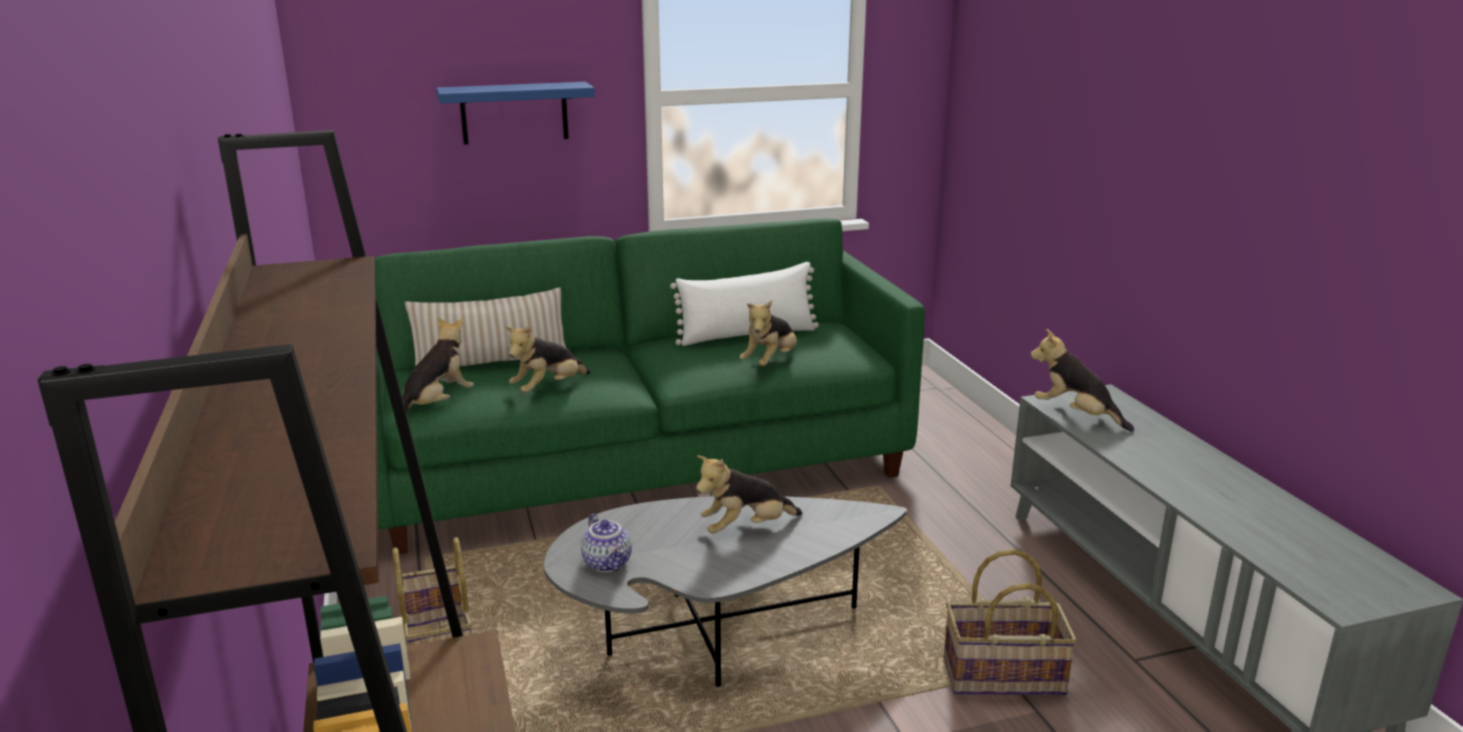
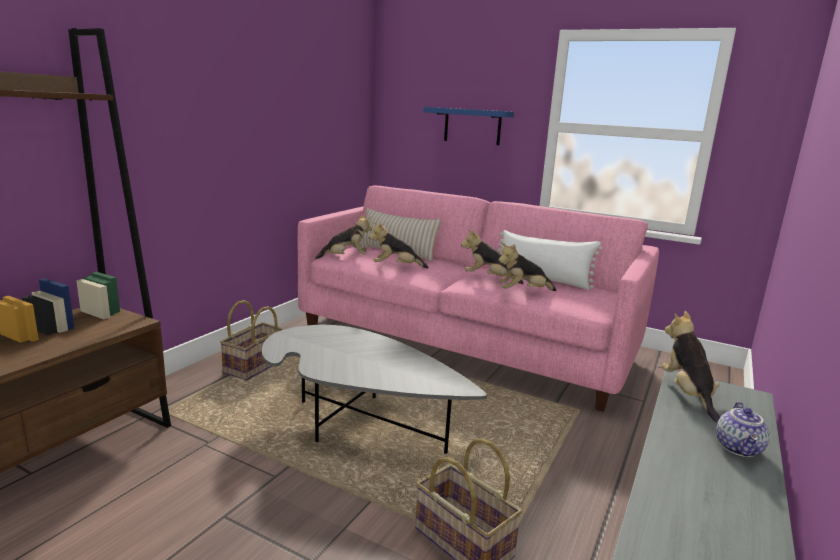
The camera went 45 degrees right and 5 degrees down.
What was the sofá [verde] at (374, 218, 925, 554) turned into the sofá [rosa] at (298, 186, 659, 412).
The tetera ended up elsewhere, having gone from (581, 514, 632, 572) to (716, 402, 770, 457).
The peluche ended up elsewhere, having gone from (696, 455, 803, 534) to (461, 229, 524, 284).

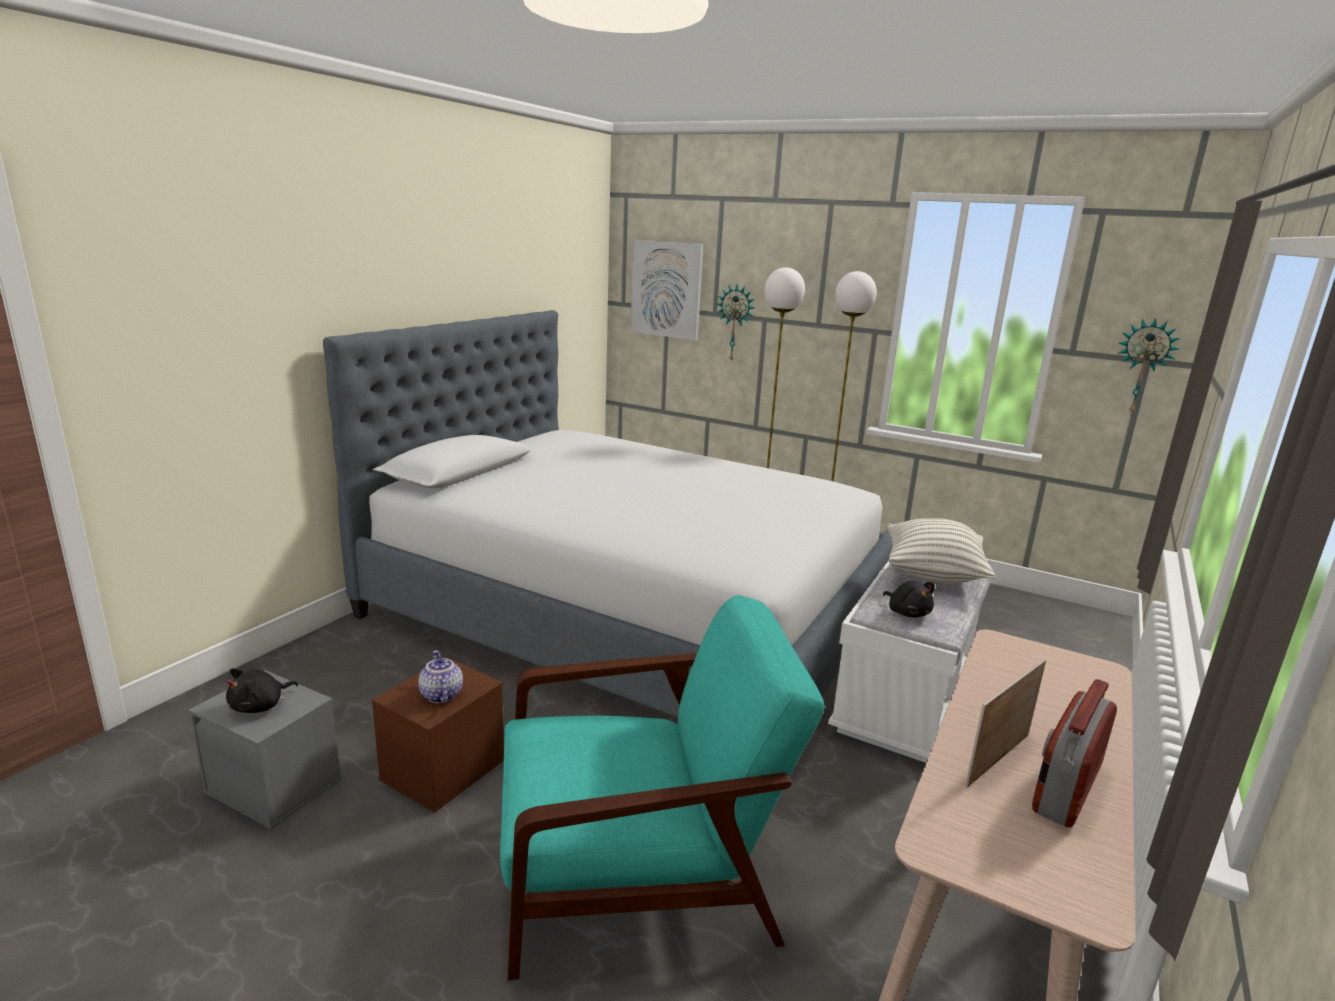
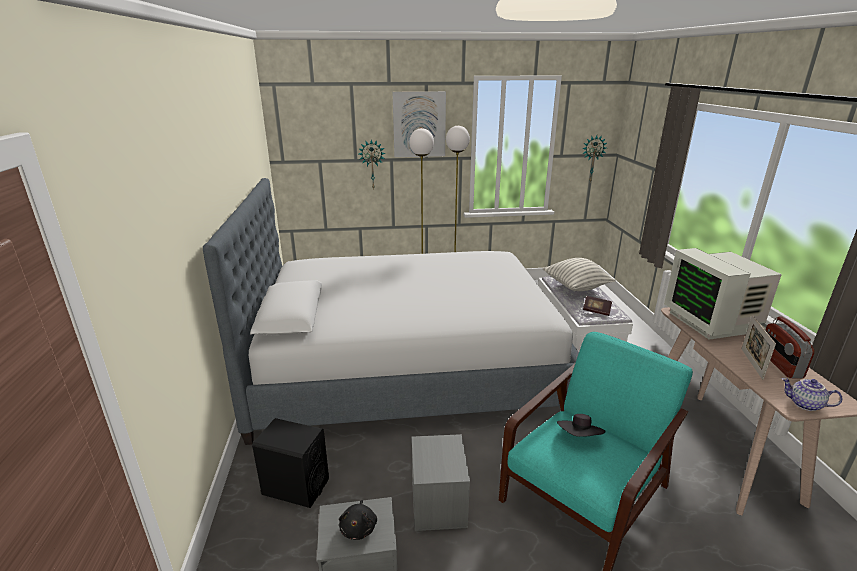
The camera went 35 degrees left and 5 degrees up.
What was the caja de almacenaje [marrón] at (371, 658, 504, 813) turned into the caja de almacenaje [gris] at (412, 434, 470, 531).
The tetera ended up elsewhere, having gone from (418, 650, 463, 703) to (782, 378, 842, 411).
The cuadro ended up elsewhere, having gone from (630, 240, 703, 340) to (393, 91, 446, 157).
Where the peluche [negro] stood at (883, 581, 935, 617), the libro came to stand at (583, 296, 612, 316).
The second view gained the altavoz [negro] at (252, 418, 329, 508).
The second view gained the sombrero [negro] at (557, 414, 605, 437).
The second view gained the monitor at (664, 248, 782, 340).

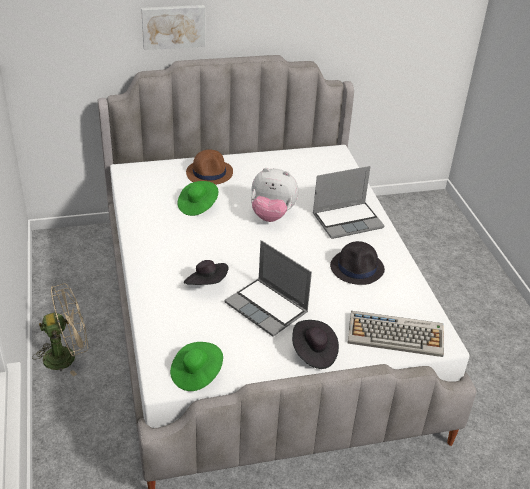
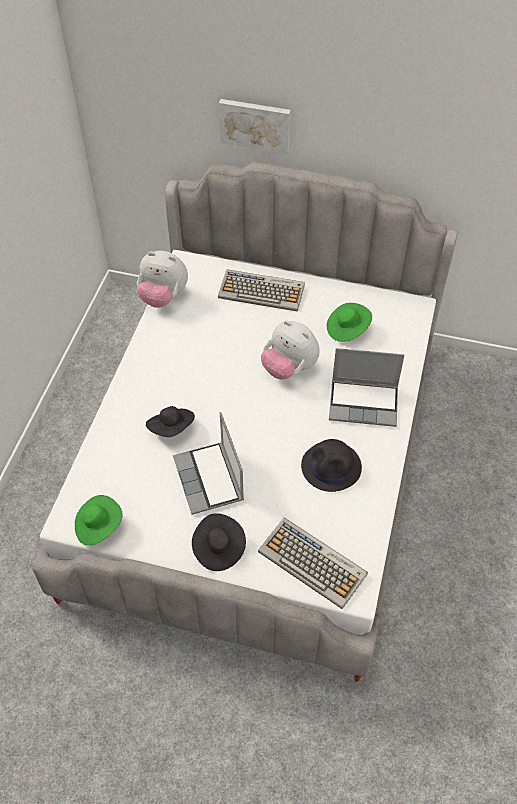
The camera went 30 degrees right and 15 degrees up.
The second view lost the ventilador [beis] at (32, 283, 88, 376).
The sombrero [verde] ended up elsewhere, having gone from (177, 181, 218, 216) to (327, 303, 372, 342).
Where the sombrero [marrón] stood at (186, 149, 233, 185), the teclado came to stand at (218, 269, 305, 312).
The second view gained the peluche at (137, 251, 188, 308).

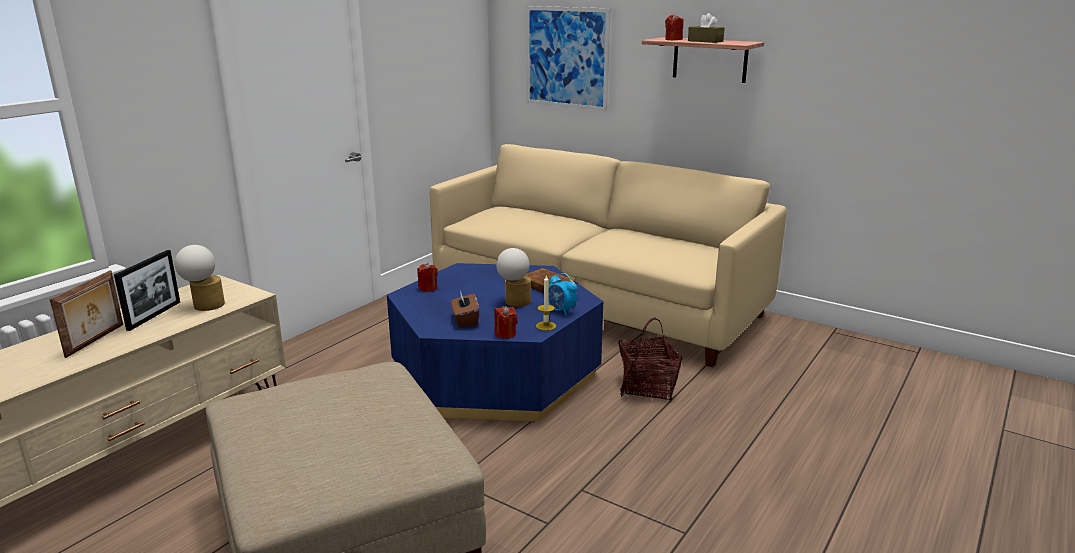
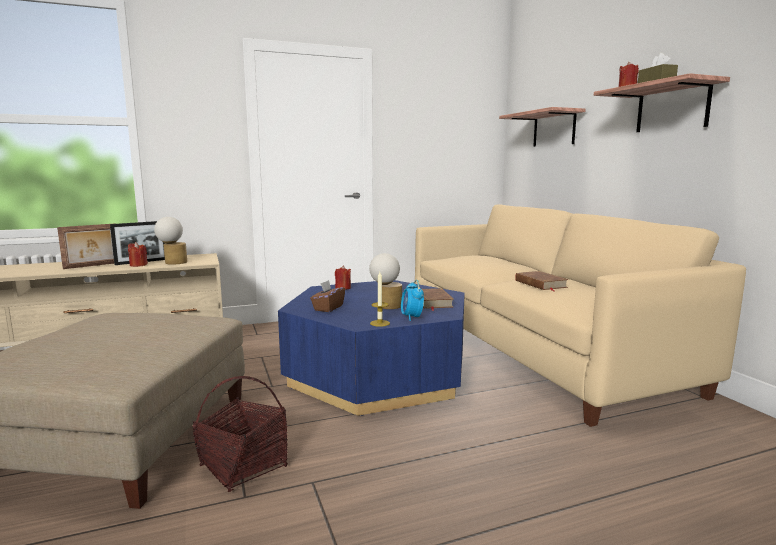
The camera went 35 degrees right and 10 degrees down.
The vela [rojo] ended up elsewhere, having gone from (494, 306, 518, 339) to (128, 242, 148, 267).
Where the cuadro hung at (526, 6, 611, 111), the estante came to hang at (499, 107, 586, 147).
The cesta ended up elsewhere, having gone from (618, 318, 682, 401) to (193, 376, 288, 492).
The second view gained the libro [marrón] at (515, 271, 569, 291).

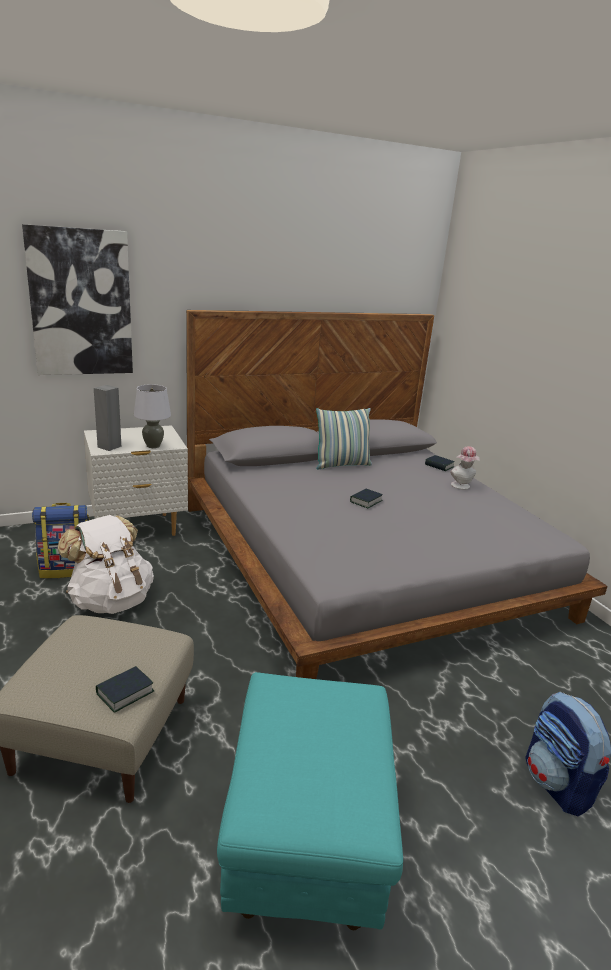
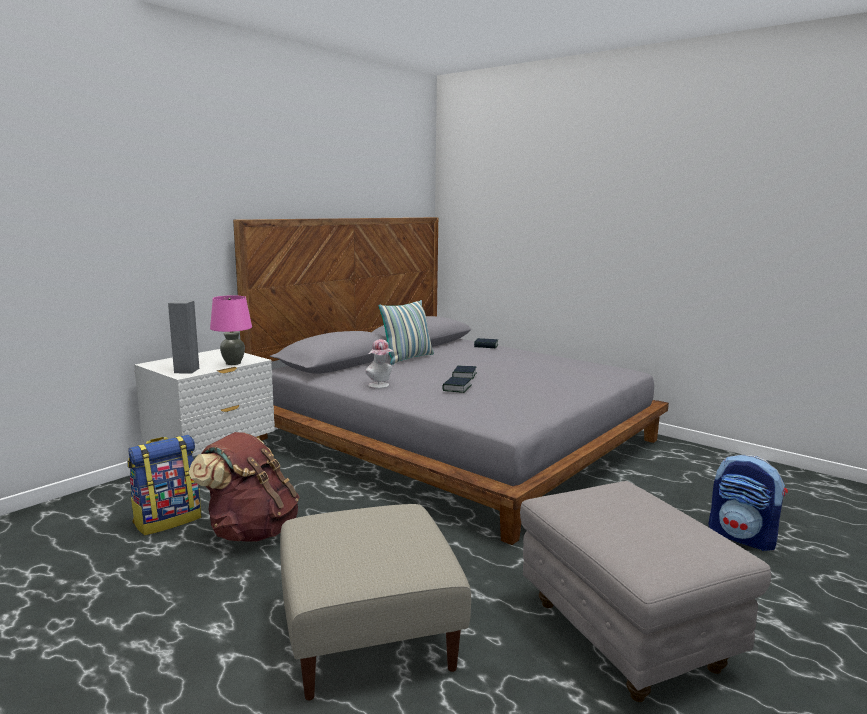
The camera went 25 degrees left and 10 degrees down.
The second view lost the cuadro at (22, 224, 133, 375).
What was the mochila [blanco] at (58, 515, 154, 614) turned into the mochila [marrón] at (189, 432, 300, 542).
The libro ended up elsewhere, having gone from (96, 666, 154, 713) to (442, 377, 471, 393).
What was the lámpara de mesa [gris] at (134, 384, 171, 448) turned into the lámpara de mesa [rosa] at (210, 295, 252, 365).
What was the puf [turquesa] at (217, 672, 403, 930) turned into the puf [gris] at (520, 481, 771, 702).
The sombrero ended up elsewhere, having gone from (450, 446, 480, 490) to (365, 339, 393, 388).

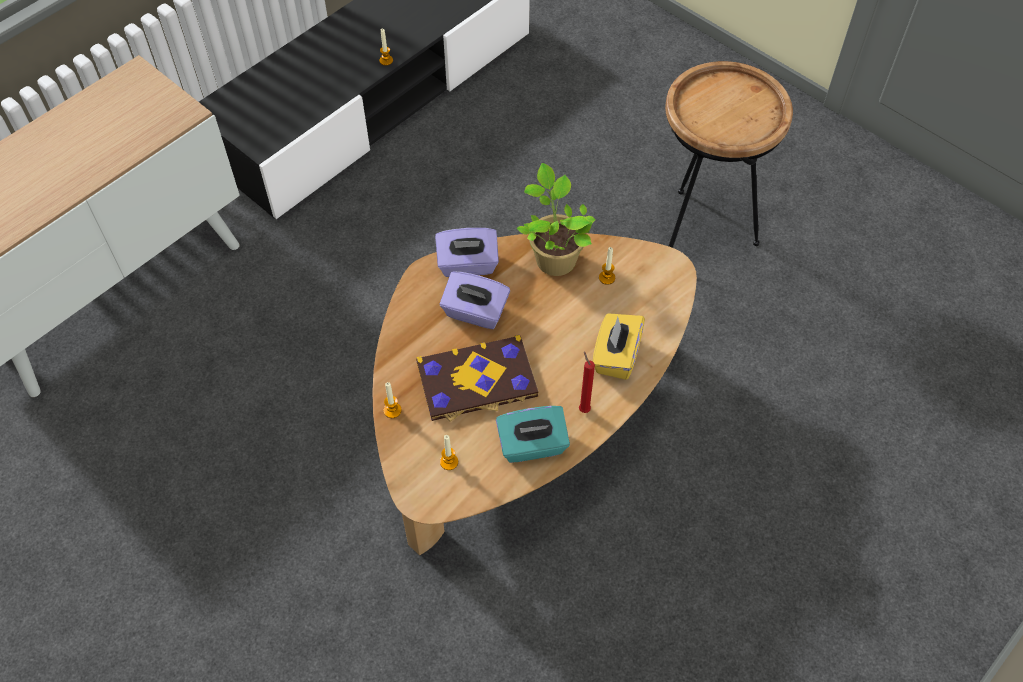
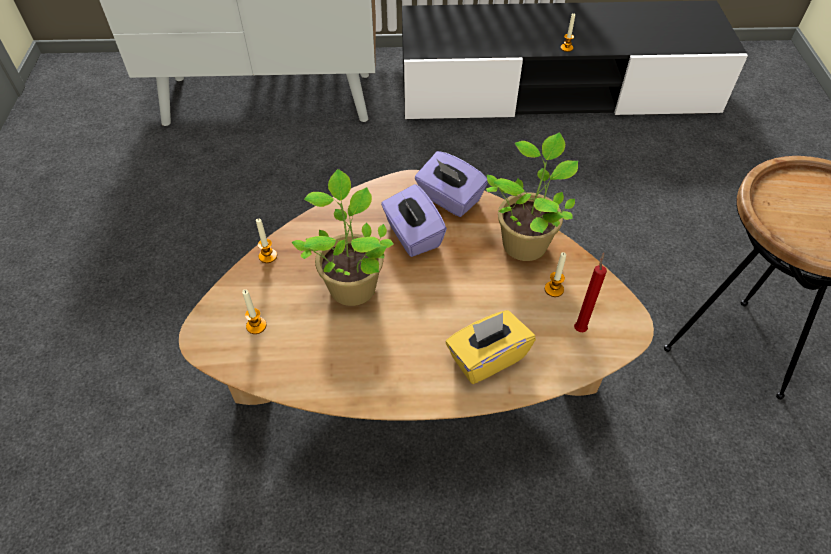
The camera went 45 degrees right and 5 degrees down.
Where the libro stood at (416, 335, 539, 422), the planta en maceta came to stand at (292, 169, 394, 306).
The second view lost the caja de pañuelos [turquesa] at (496, 406, 570, 463).
The vela [rojo] ended up elsewhere, having gone from (579, 352, 595, 413) to (574, 252, 607, 332).

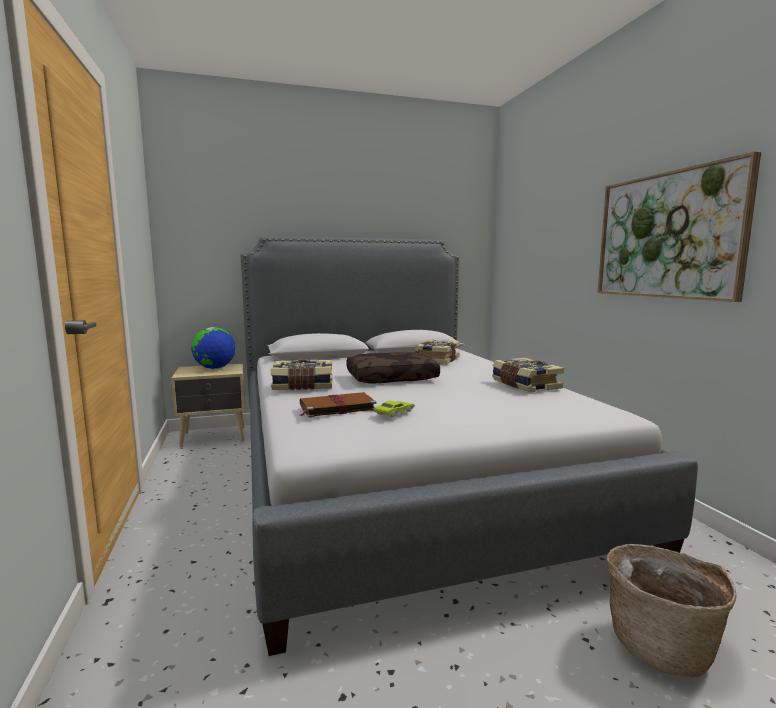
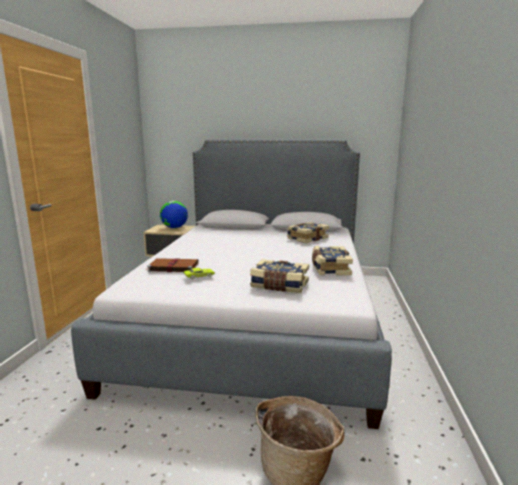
The camera went 25 degrees right and 5 degrees up.
The libro ended up elsewhere, having gone from (271, 359, 332, 390) to (250, 259, 309, 293).
The second view lost the cojín [marrón] at (346, 352, 440, 384).
The second view lost the cuadro at (598, 152, 761, 302).

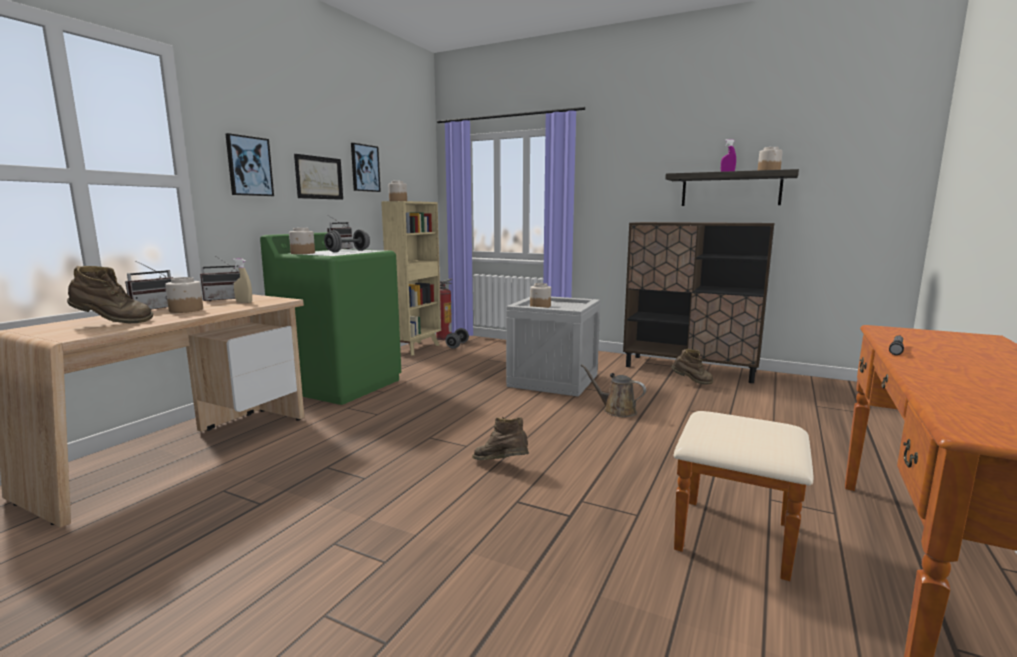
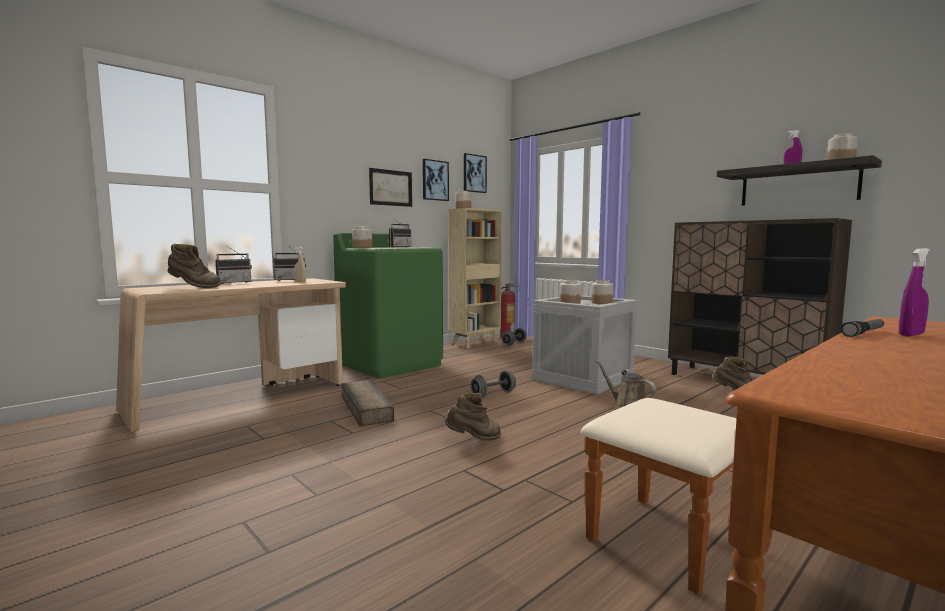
The camera went 20 degrees right and 5 degrees down.
The tarro ended up elsewhere, having gone from (165, 277, 203, 313) to (591, 280, 613, 304).
The cuadro ended up elsewhere, having gone from (225, 133, 274, 196) to (464, 153, 487, 193).
The mancuerna [gris] ended up elsewhere, having gone from (324, 229, 370, 253) to (471, 371, 516, 398).
The bota [marrón] at (472, 417, 529, 460) ended up facing another way, 105 degrees clockwise from before.
The second view gained the caja de embalaje at (341, 380, 394, 426).
The second view gained the pulverizador [morado] at (899, 248, 930, 336).

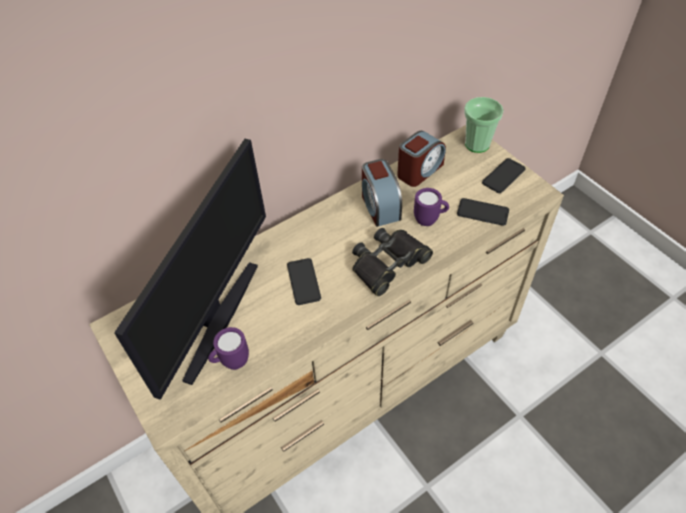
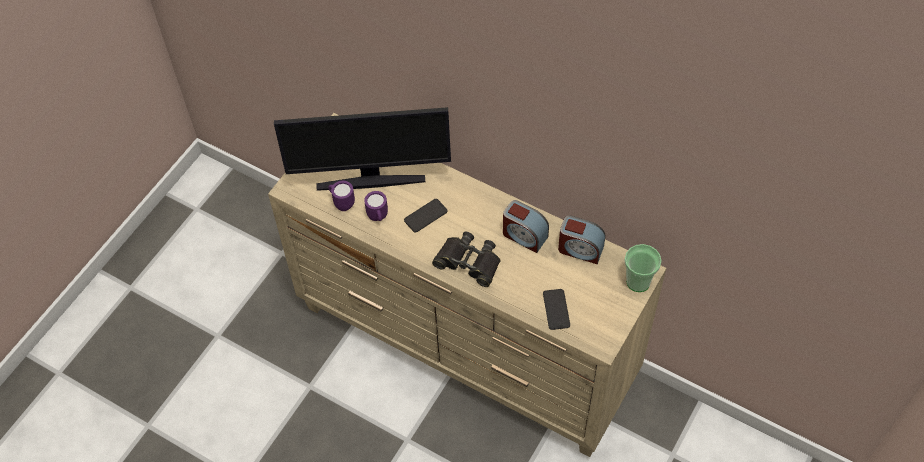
The camera went 65 degrees right and 5 degrees up.
The despertador at (362, 159, 402, 227) ended up facing another way, 105 degrees counterclockwise from before.
The taza grande [morado] ended up elsewhere, having gone from (414, 188, 449, 226) to (364, 191, 388, 221).
The second view lost the móvil at (482, 158, 526, 193).

